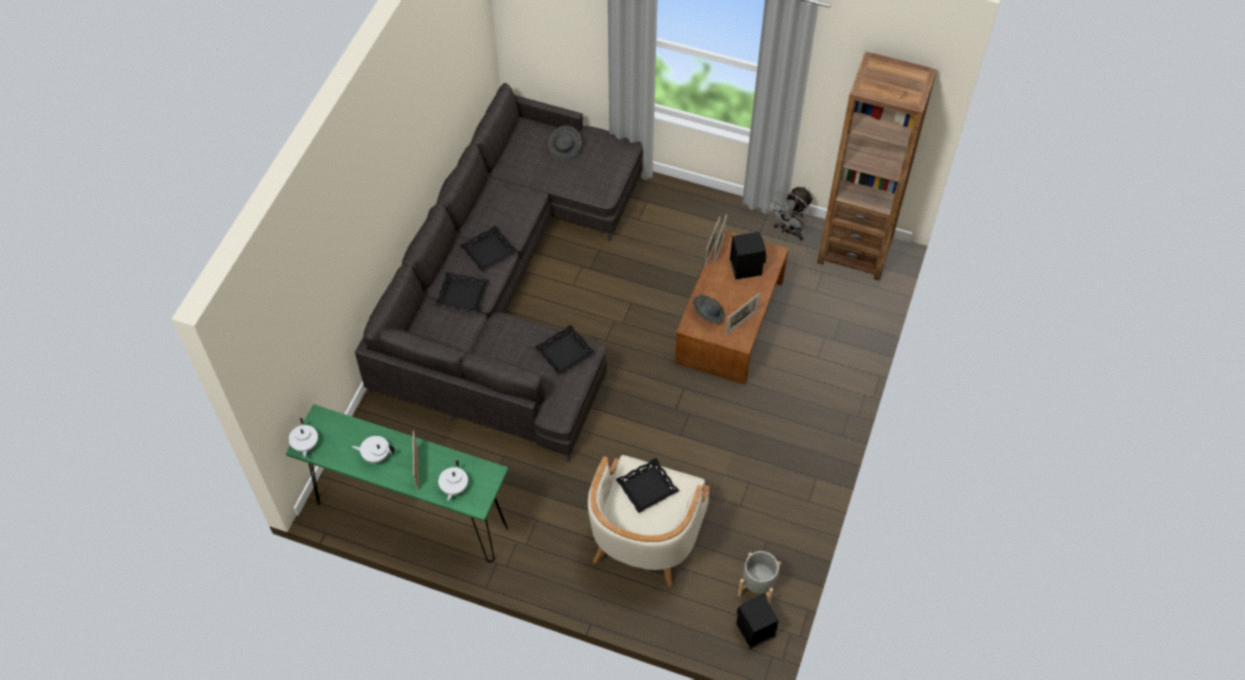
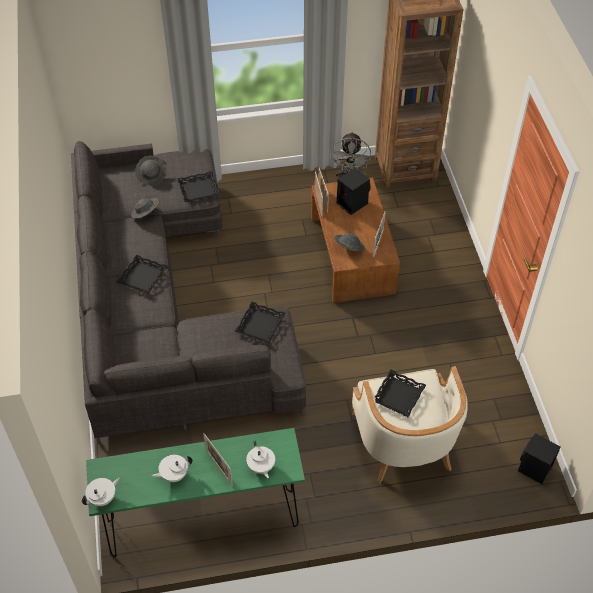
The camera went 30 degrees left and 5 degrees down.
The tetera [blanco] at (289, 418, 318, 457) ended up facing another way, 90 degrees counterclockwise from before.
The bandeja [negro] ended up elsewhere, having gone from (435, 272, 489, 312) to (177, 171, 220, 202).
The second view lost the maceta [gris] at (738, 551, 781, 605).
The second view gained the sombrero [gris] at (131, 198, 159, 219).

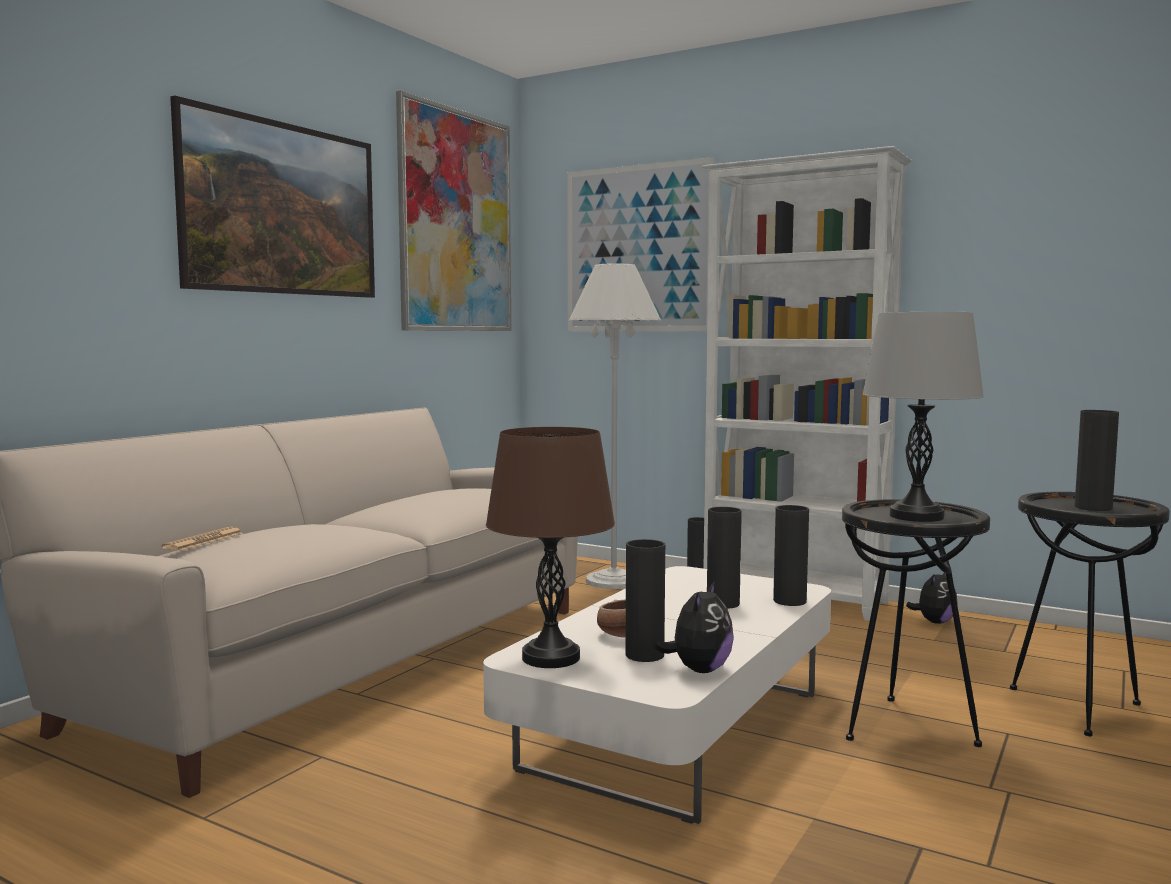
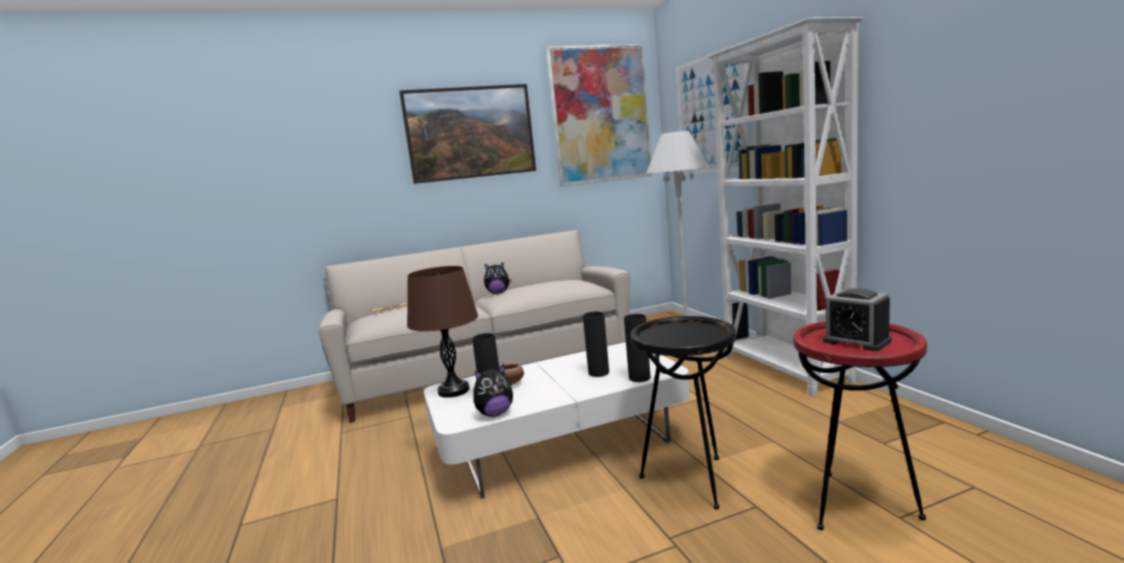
The camera went 40 degrees right and 5 degrees up.
The second view lost the lámpara de mesa [gris] at (862, 312, 984, 522).
The peluche ended up elsewhere, having gone from (906, 573, 958, 624) to (484, 262, 511, 294).
What was the mesa auxiliar [negro] at (1010, 492, 1170, 736) turned into the mesa auxiliar [rojo] at (793, 321, 927, 530).
Where the florero [negro] stood at (1075, 410, 1119, 511), the despertador came to stand at (823, 288, 892, 351).

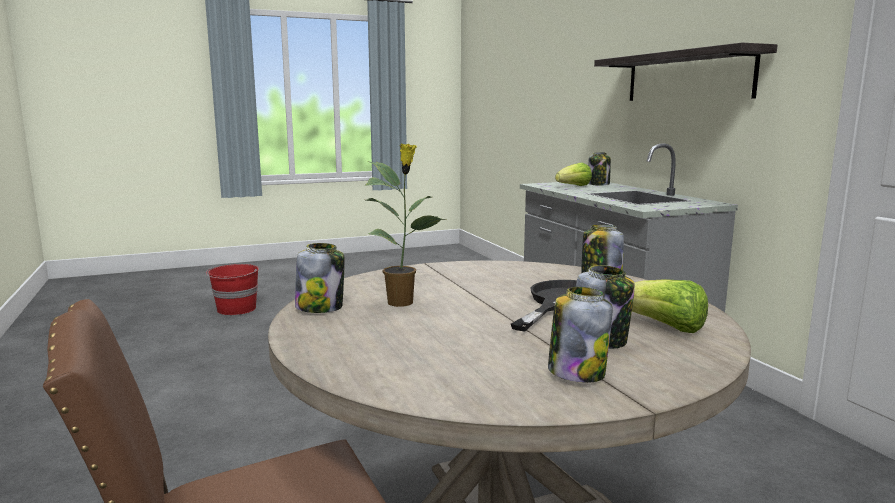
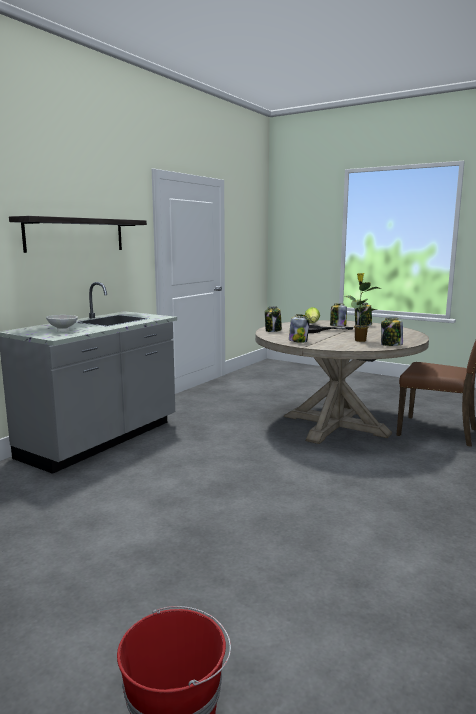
The camera went 125 degrees left and 0 degrees up.
Where the lechuga stood at (555, 162, 592, 186), the cuenco [blanco] came to stand at (46, 315, 78, 332).
The tarro ended up elsewhere, having gone from (588, 152, 611, 186) to (289, 314, 309, 343).

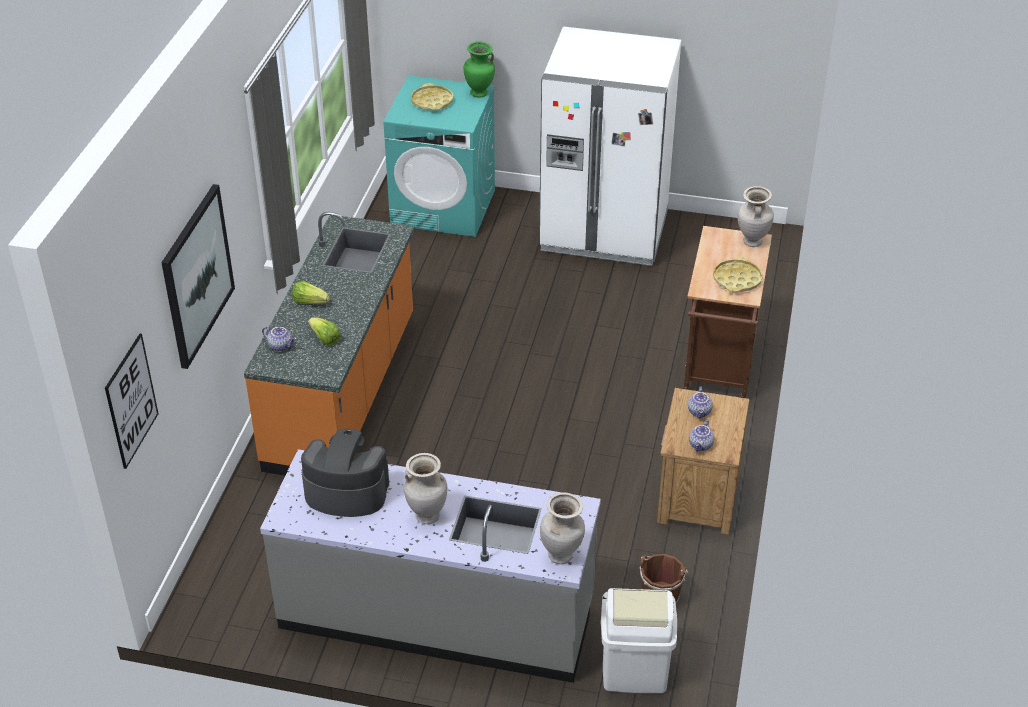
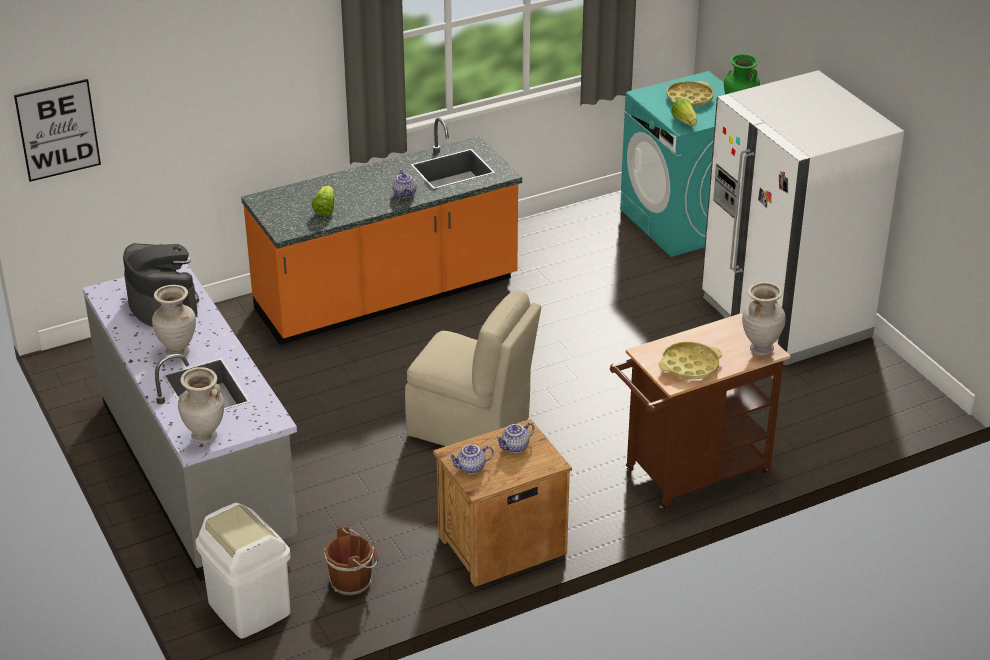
The camera went 50 degrees right and 5 degrees down.
The second view lost the cuadro at (161, 184, 235, 369).
The tetera ended up elsewhere, having gone from (262, 327, 296, 351) to (393, 170, 417, 198).
The lechuga ended up elsewhere, having gone from (292, 281, 330, 304) to (671, 98, 697, 126).
The second view gained the silla [beis] at (405, 290, 541, 446).

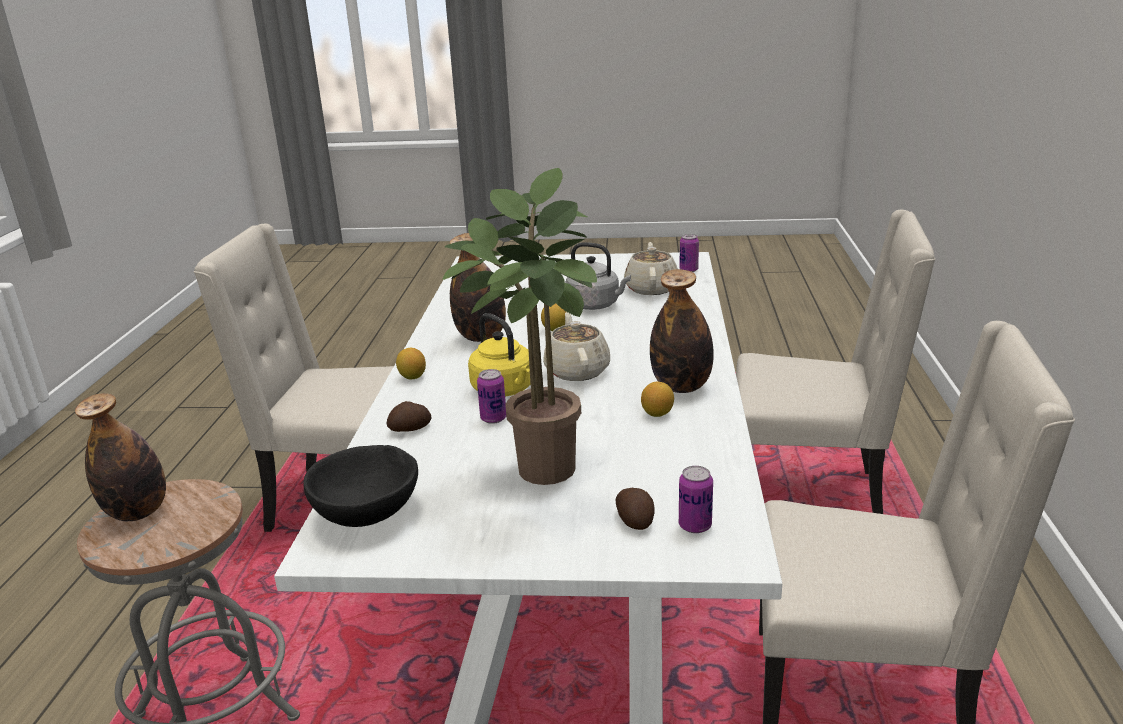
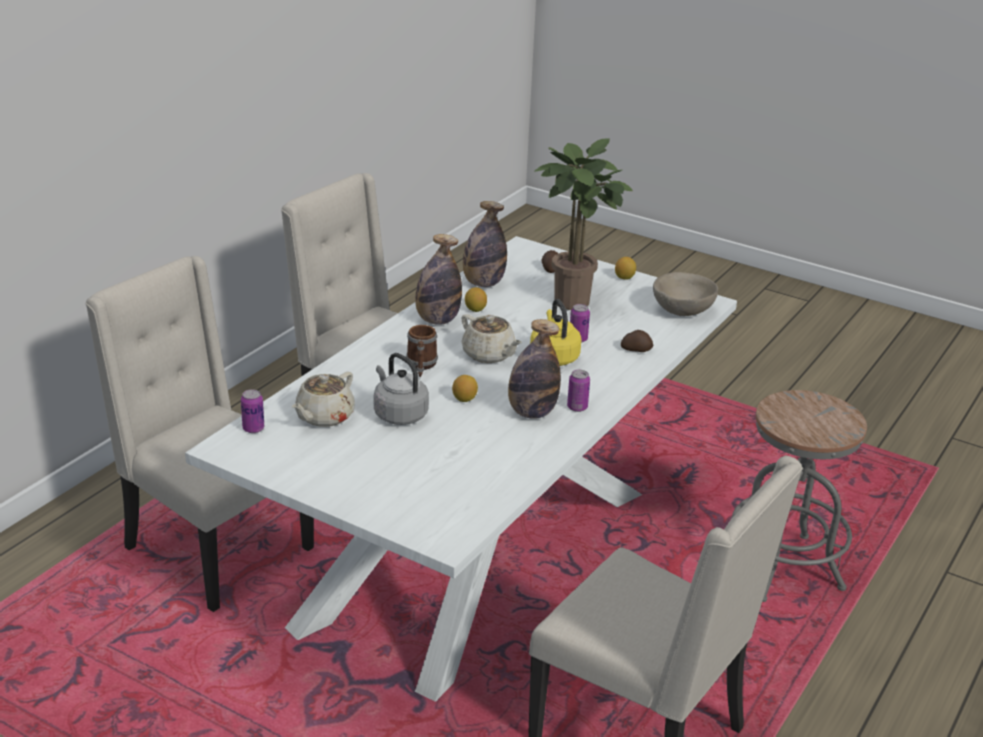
The camera went 155 degrees left and 5 degrees up.
The botella ended up elsewhere, having gone from (75, 393, 166, 521) to (463, 201, 507, 287).
What was the cuenco [negro] at (303, 445, 418, 527) turned into the cuenco [beis] at (653, 272, 718, 316).
The limón ended up elsewhere, having gone from (396, 348, 426, 380) to (615, 257, 636, 280).
The tetera [beis] at (543, 312, 610, 381) ended up facing another way, 60 degrees counterclockwise from before.
The lata ended up elsewhere, having gone from (679, 466, 713, 533) to (567, 370, 590, 412).
The second view gained the taza grande at (406, 325, 438, 377).

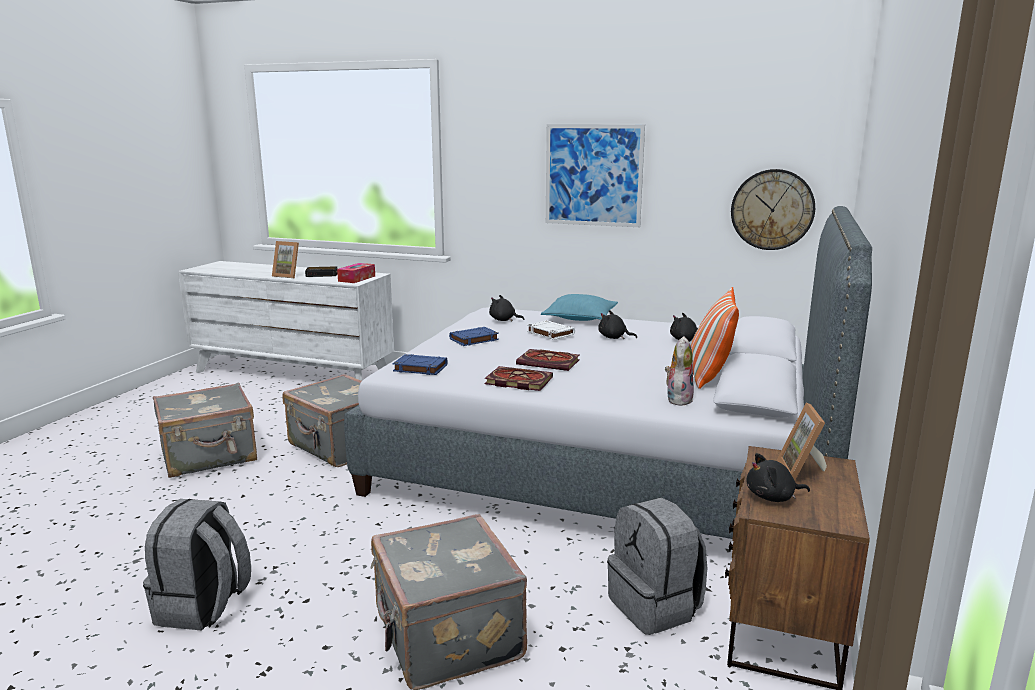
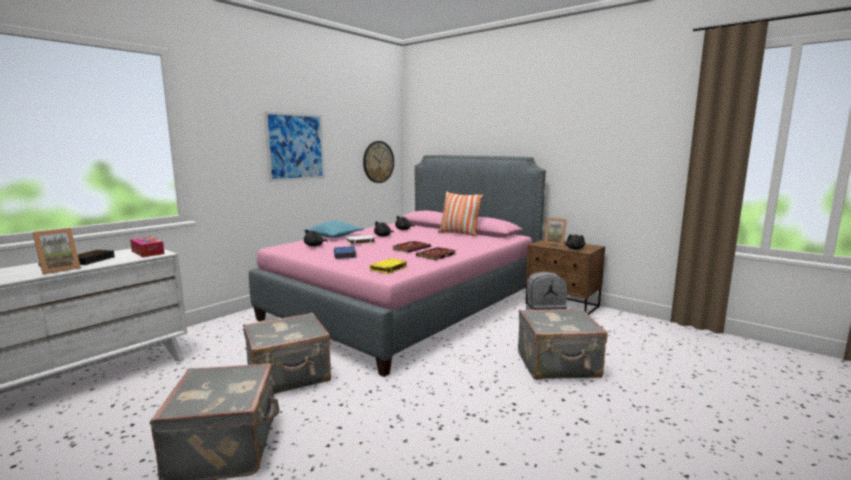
The camera went 70 degrees left and 5 degrees down.
The second view lost the mochila [gris] at (143, 499, 251, 631).
What was the cama [gris] at (344, 206, 872, 539) turned into the cama [rosa] at (249, 155, 546, 377).
What was the libro [azul] at (393, 354, 448, 375) turned into the libro [amarillo] at (370, 258, 408, 274).
The second view lost the peluche at (665, 336, 694, 406).

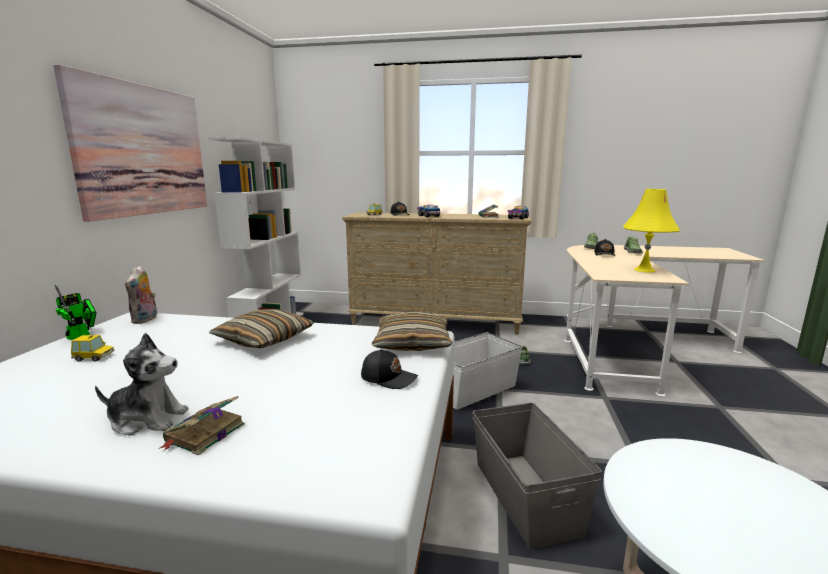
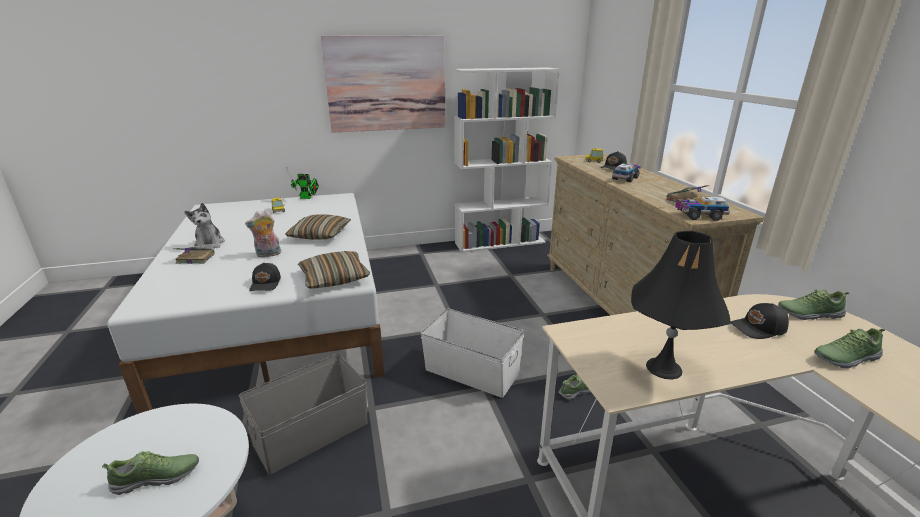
The camera went 65 degrees right and 10 degrees up.
The peluche ended up elsewhere, having gone from (125, 266, 157, 324) to (245, 210, 282, 258).
What was the lámpara de mesa [amarillo] at (623, 189, 680, 272) turned into the lámpara de mesa [negro] at (631, 231, 731, 379).
The second view gained the zapato at (102, 451, 199, 495).

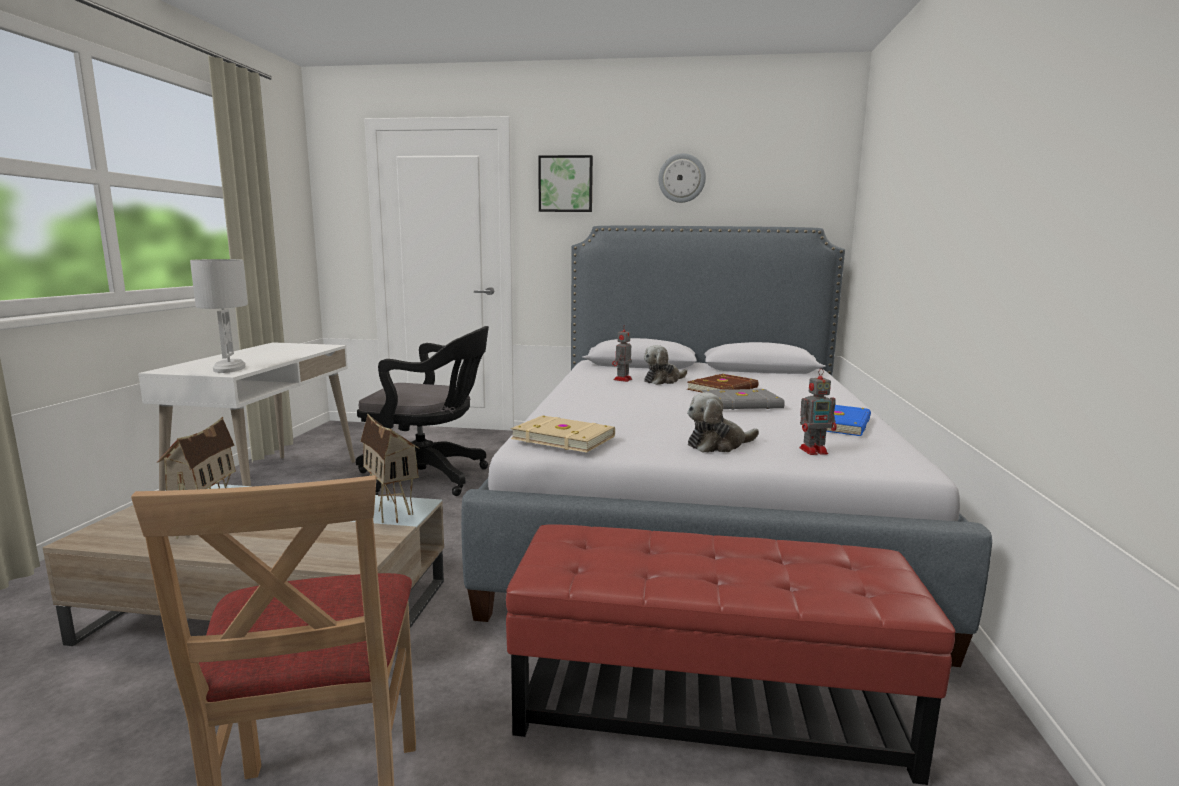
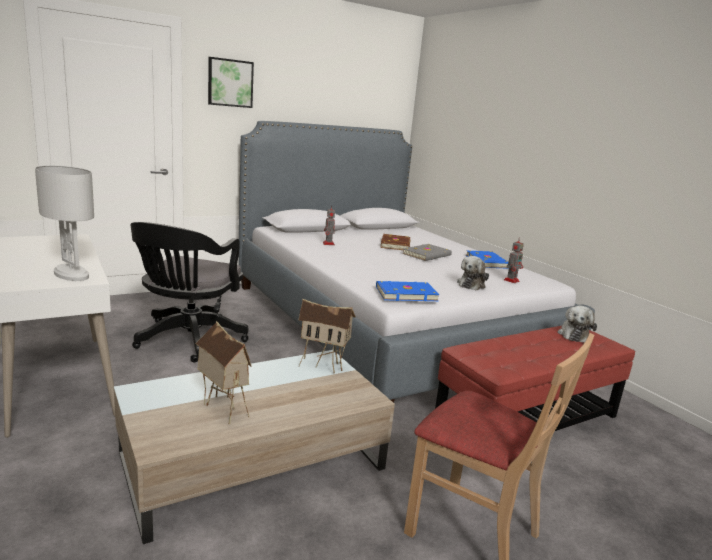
The camera went 40 degrees left and 5 degrees up.
The silla de oficina [negro] at (356, 326, 489, 496) ended up facing another way, 135 degrees clockwise from before.
What was the libro [beis] at (511, 416, 615, 452) turned into the libro [azul] at (376, 281, 439, 302).
The peluche ended up elsewhere, having gone from (644, 345, 687, 385) to (557, 305, 597, 343).
The second view lost the reloj de pared at (658, 153, 706, 203).

